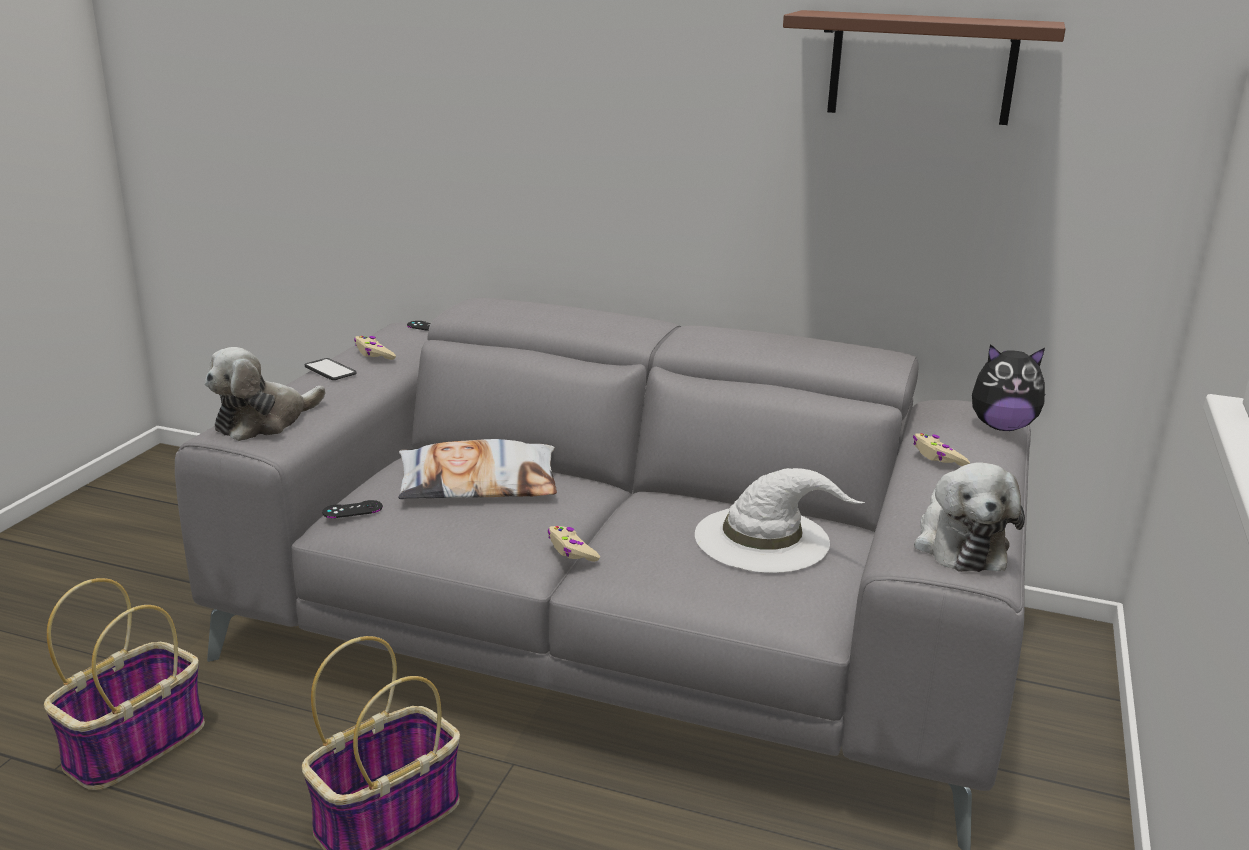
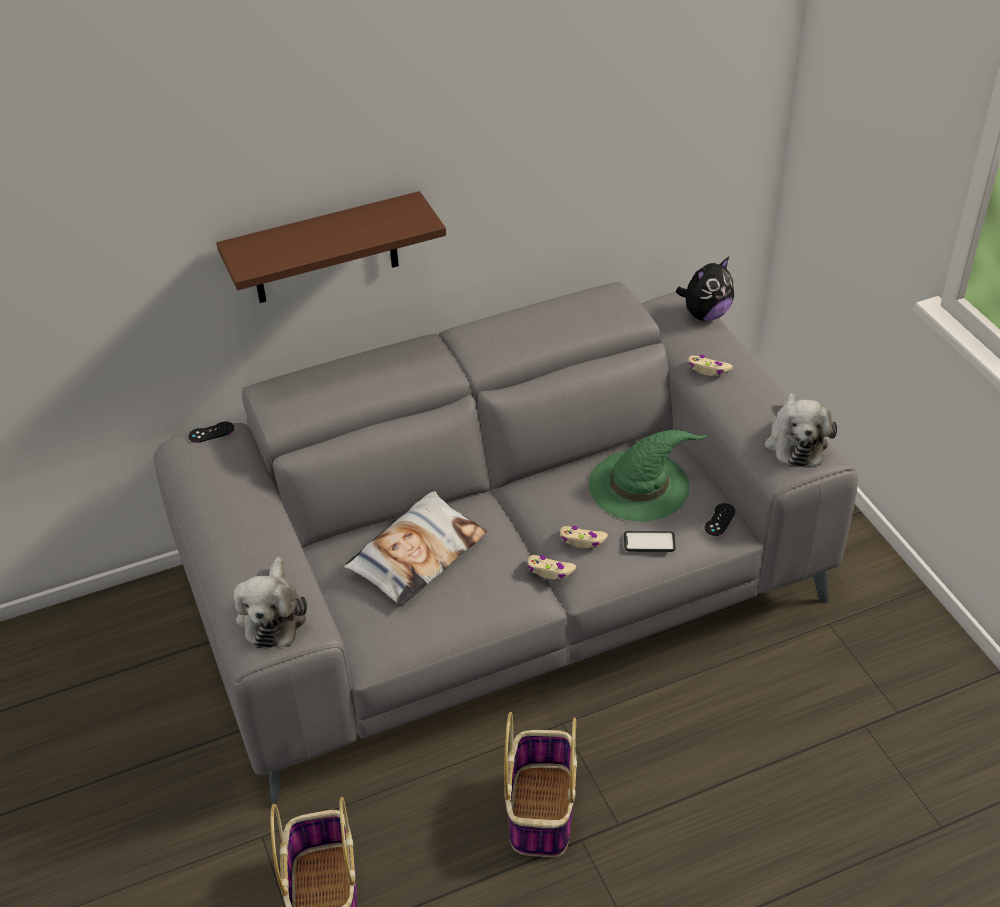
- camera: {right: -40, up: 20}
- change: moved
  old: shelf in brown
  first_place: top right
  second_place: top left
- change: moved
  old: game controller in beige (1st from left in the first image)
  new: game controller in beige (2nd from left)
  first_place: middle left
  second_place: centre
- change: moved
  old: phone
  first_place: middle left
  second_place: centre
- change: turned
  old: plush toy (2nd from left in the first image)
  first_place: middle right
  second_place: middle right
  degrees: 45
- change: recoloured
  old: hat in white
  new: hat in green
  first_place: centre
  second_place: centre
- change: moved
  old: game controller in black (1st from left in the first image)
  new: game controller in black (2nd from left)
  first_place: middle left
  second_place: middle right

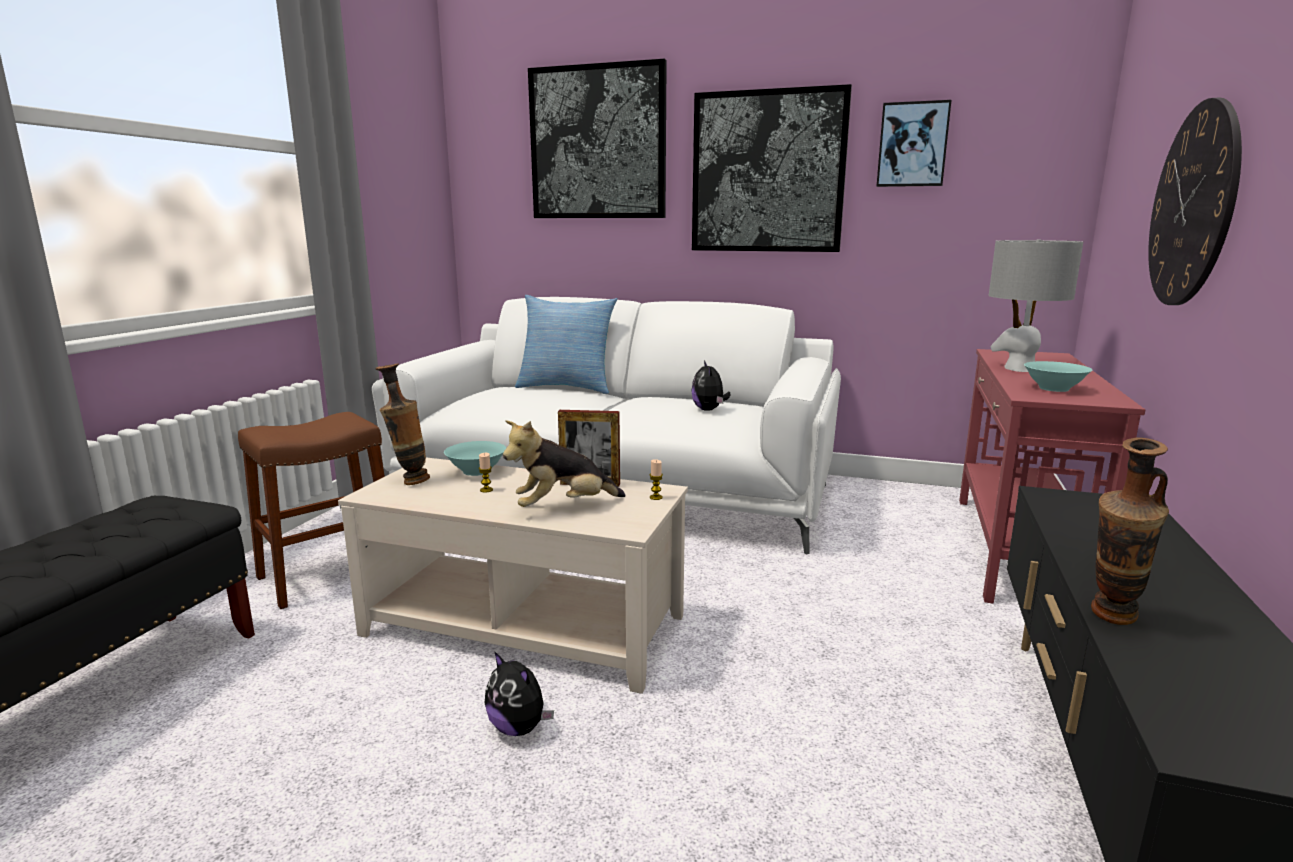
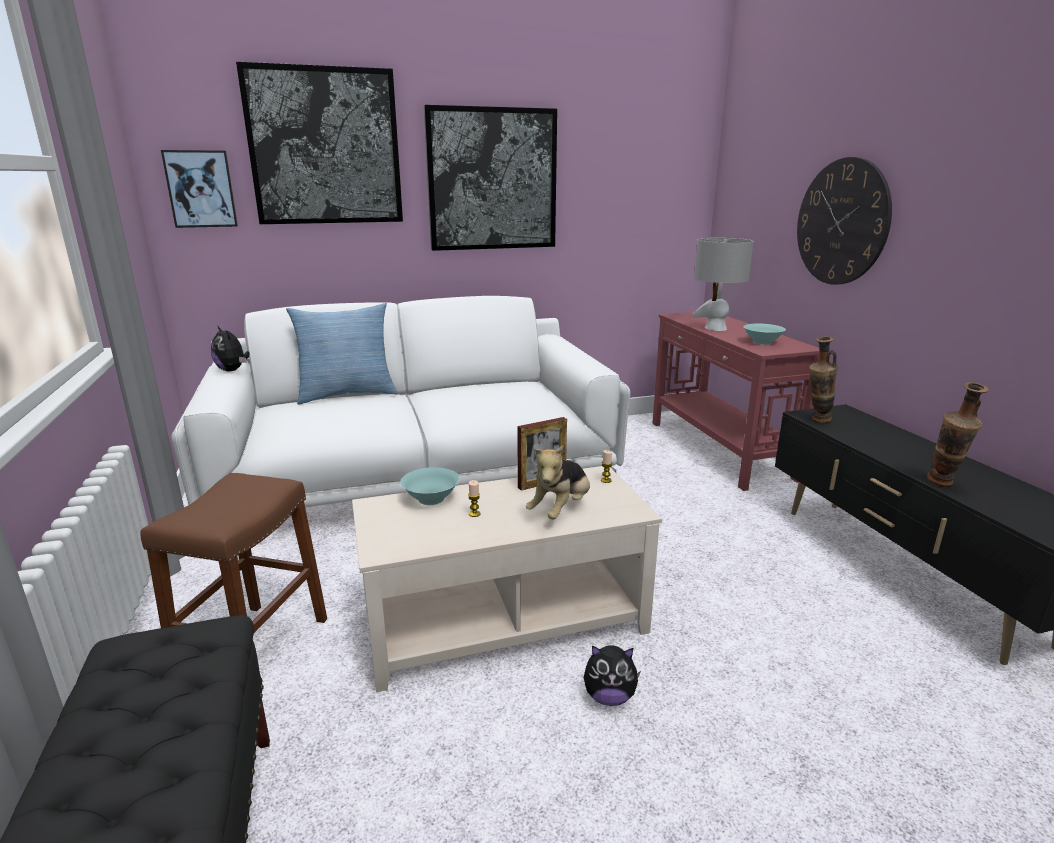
- camera: {right: -35, up: 5}
- change: moved
  old: picture (3rd from left in the first image)
  new: picture (1st from left)
  first_place: top right
  second_place: top left
- change: moved
  old: plush toy (3rd from left in the first image)
  new: plush toy (1st from left)
  first_place: centre
  second_place: middle left
- change: moved
  old: vase (1st from left)
  first_place: middle left
  second_place: middle right

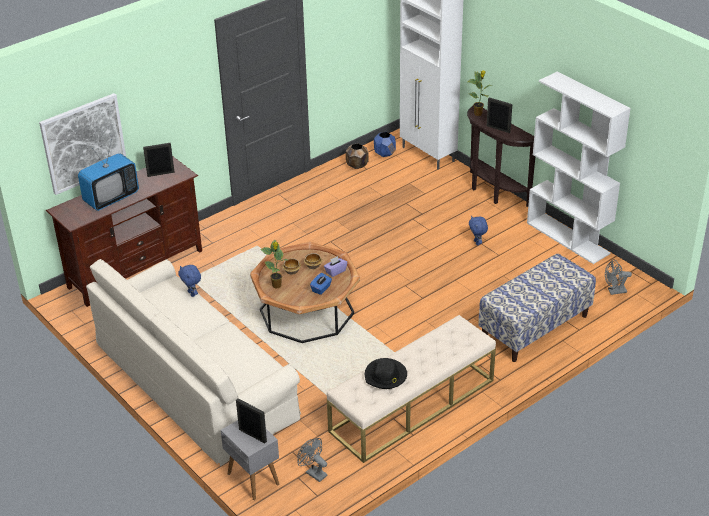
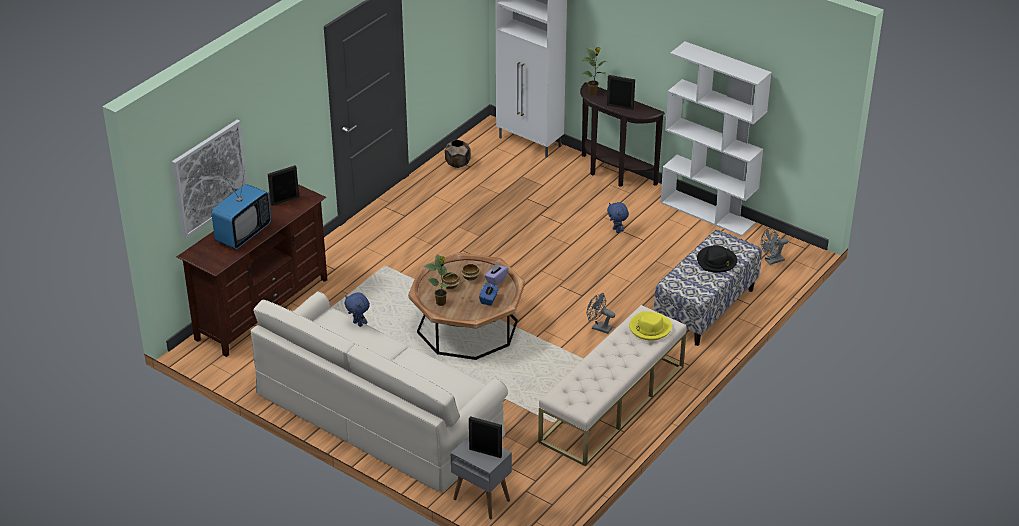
- camera: {right: -15, up: 0}
- change: removed
  old: planter in blue
  first_place: top centre
- change: moved
  old: hat in black
  first_place: bottom centre
  second_place: middle right
- change: moved
  old: fan in grey (1st from left)
  first_place: bottom centre
  second_place: centre
- change: added
  new: hat in yellow
  second_place: centre

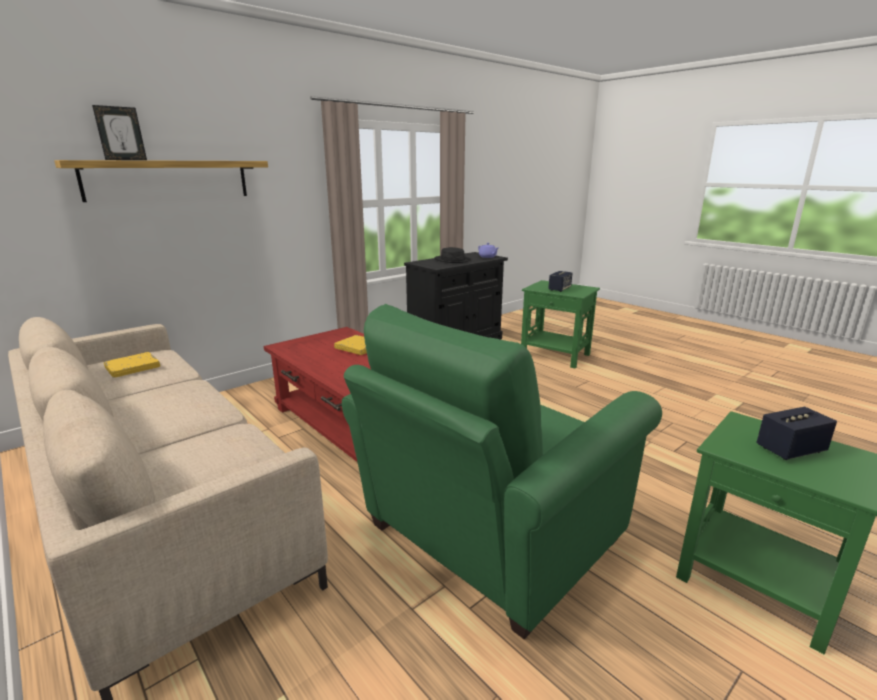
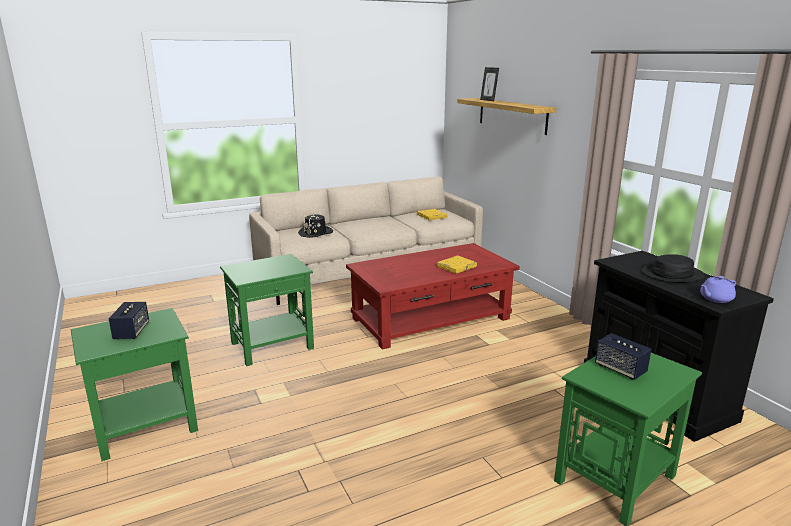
- camera: {right: 105, up: 0}
- change: replaced
  old: armchair in green
  new: side table in green (2nd from left)
  first_place: bottom centre
  second_place: centre
- change: added
  new: hat in black (1st from left)
  second_place: centre

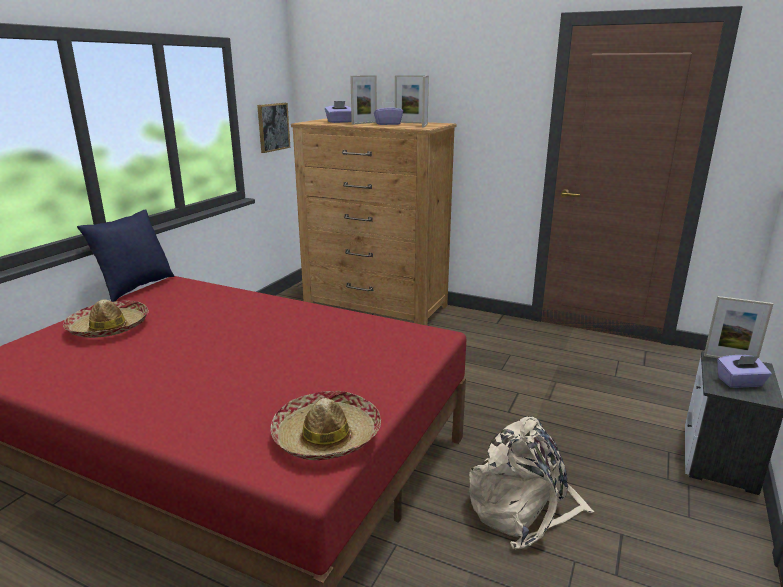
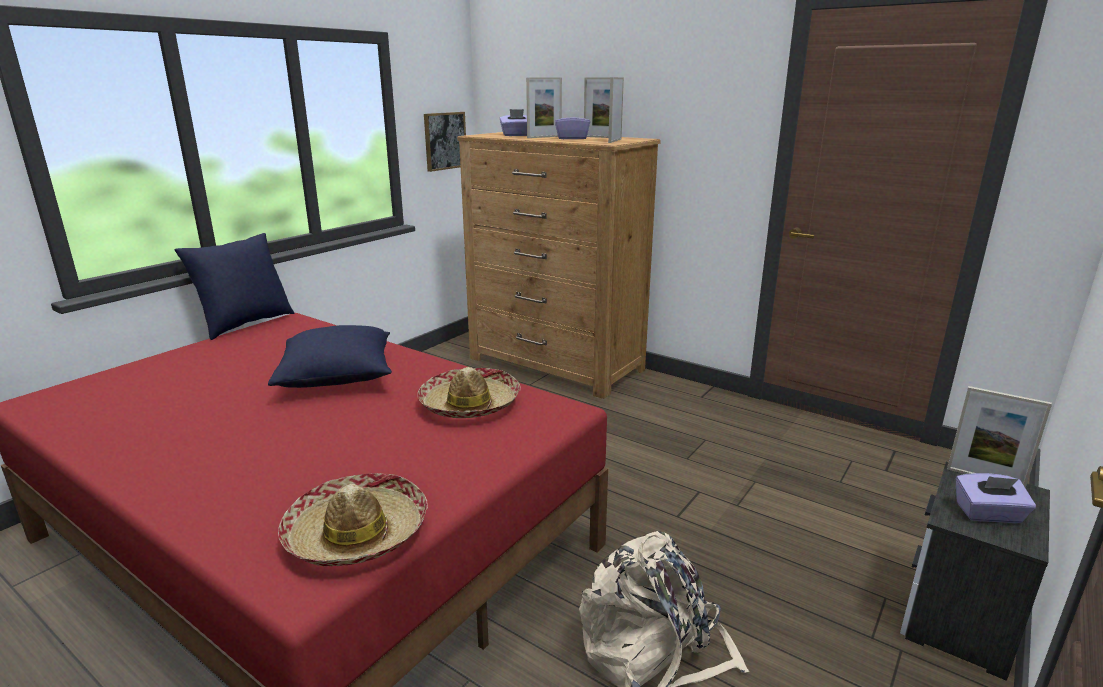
- camera: {right: 10, up: 0}
- change: moved
  old: hat (1st from left in the first image)
  new: hat (2nd from left)
  first_place: middle left
  second_place: centre
- change: added
  new: pillow in blue (2nd from left)
  second_place: middle left

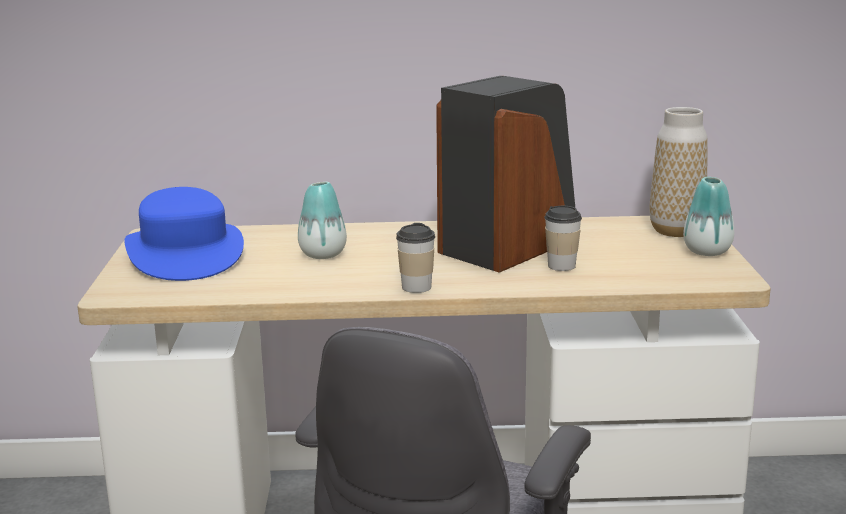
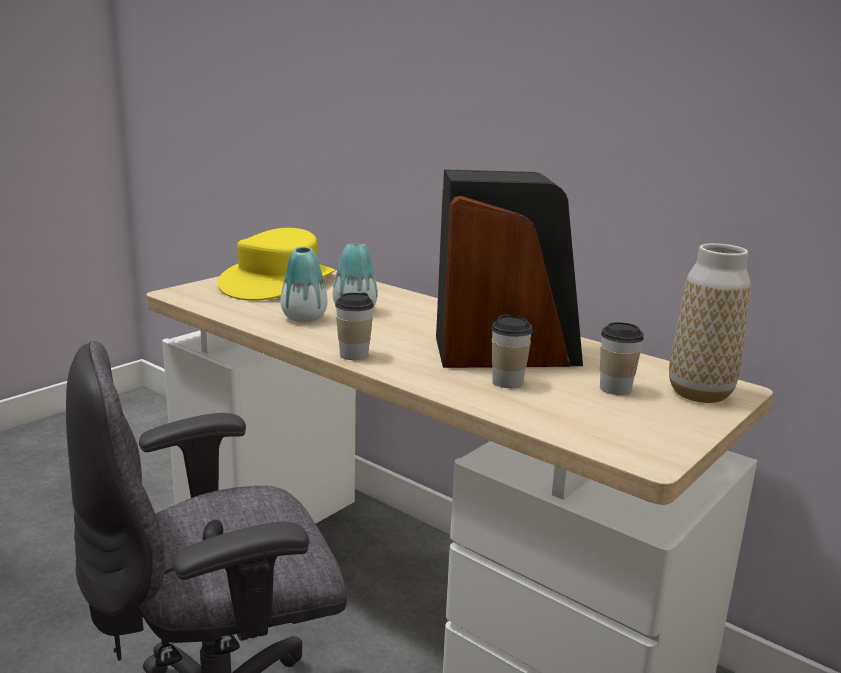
- camera: {right: 40, up: 0}
- change: moved
  old: vase (3rd from left in the first image)
  new: vase (1st from left)
  first_place: middle right
  second_place: centre
- change: recoloured
  old: hat in blue
  new: hat in yellow
  first_place: middle left
  second_place: middle left
- change: added
  new: cup (3rd from left)
  second_place: middle right

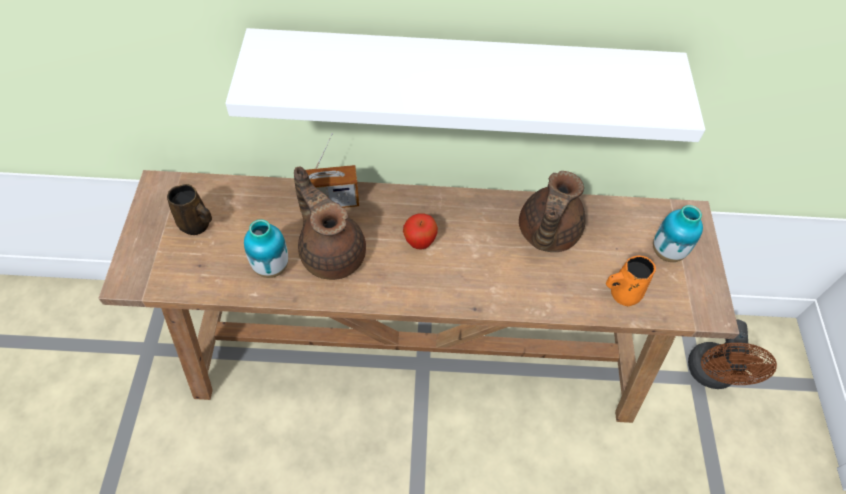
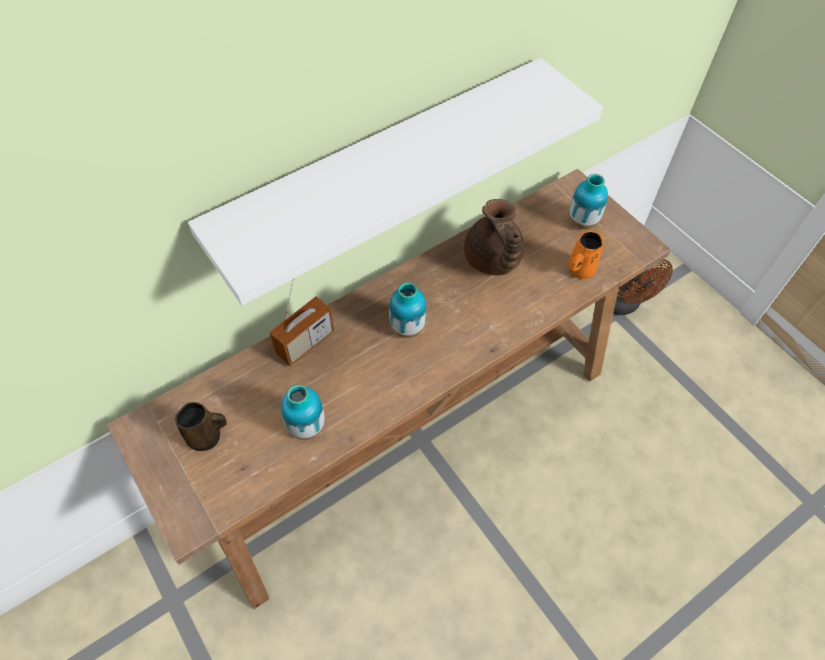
- camera: {right: -35, up: 0}
- change: removed
  old: teapot in brown (1st from left)
  first_place: centre
- change: replaced
  old: apple
  new: vase (2nd from left)
  first_place: centre
  second_place: centre

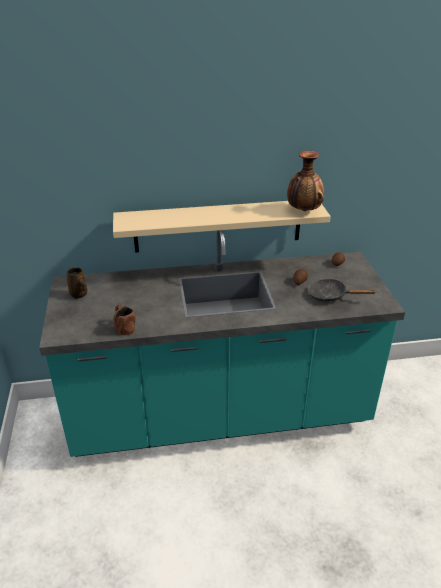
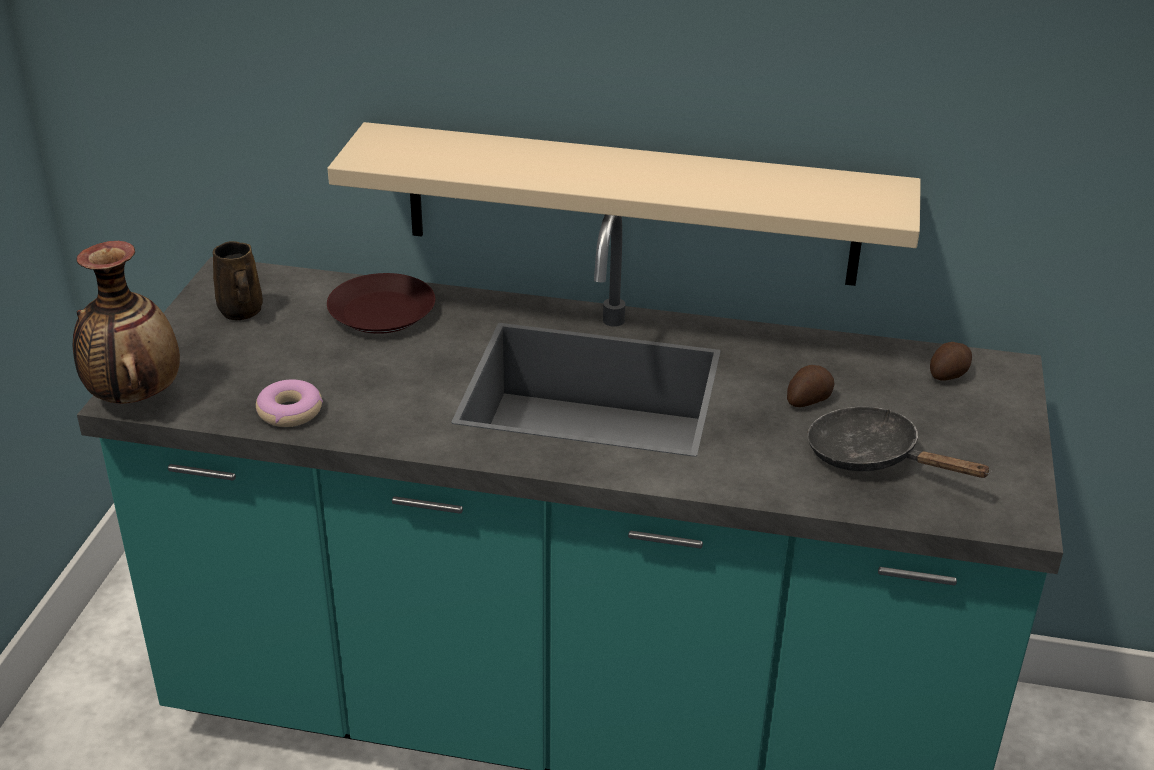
- camera: {right: 20, up: 0}
- change: moved
  old: vase
  first_place: top right
  second_place: middle left
- change: replaced
  old: mug in brown (2nd from left)
  new: donut
  first_place: middle left
  second_place: middle left
- change: added
  new: plate in brown
  second_place: middle left

